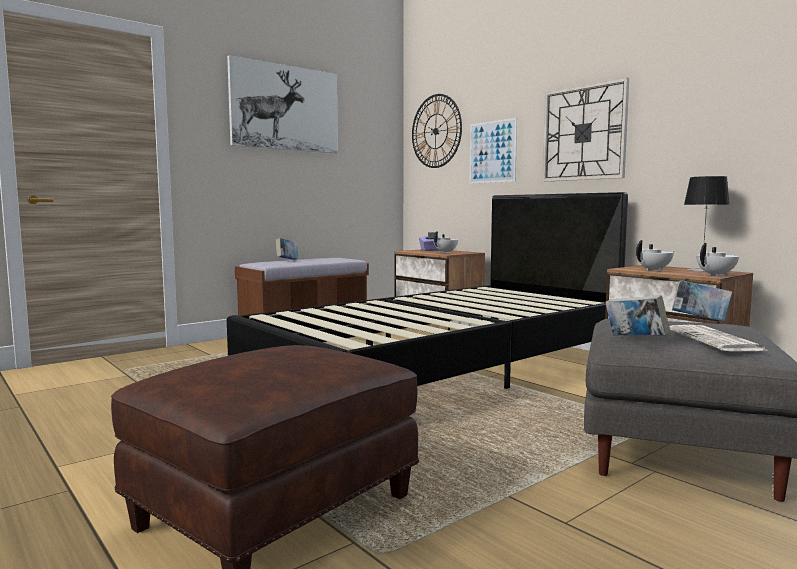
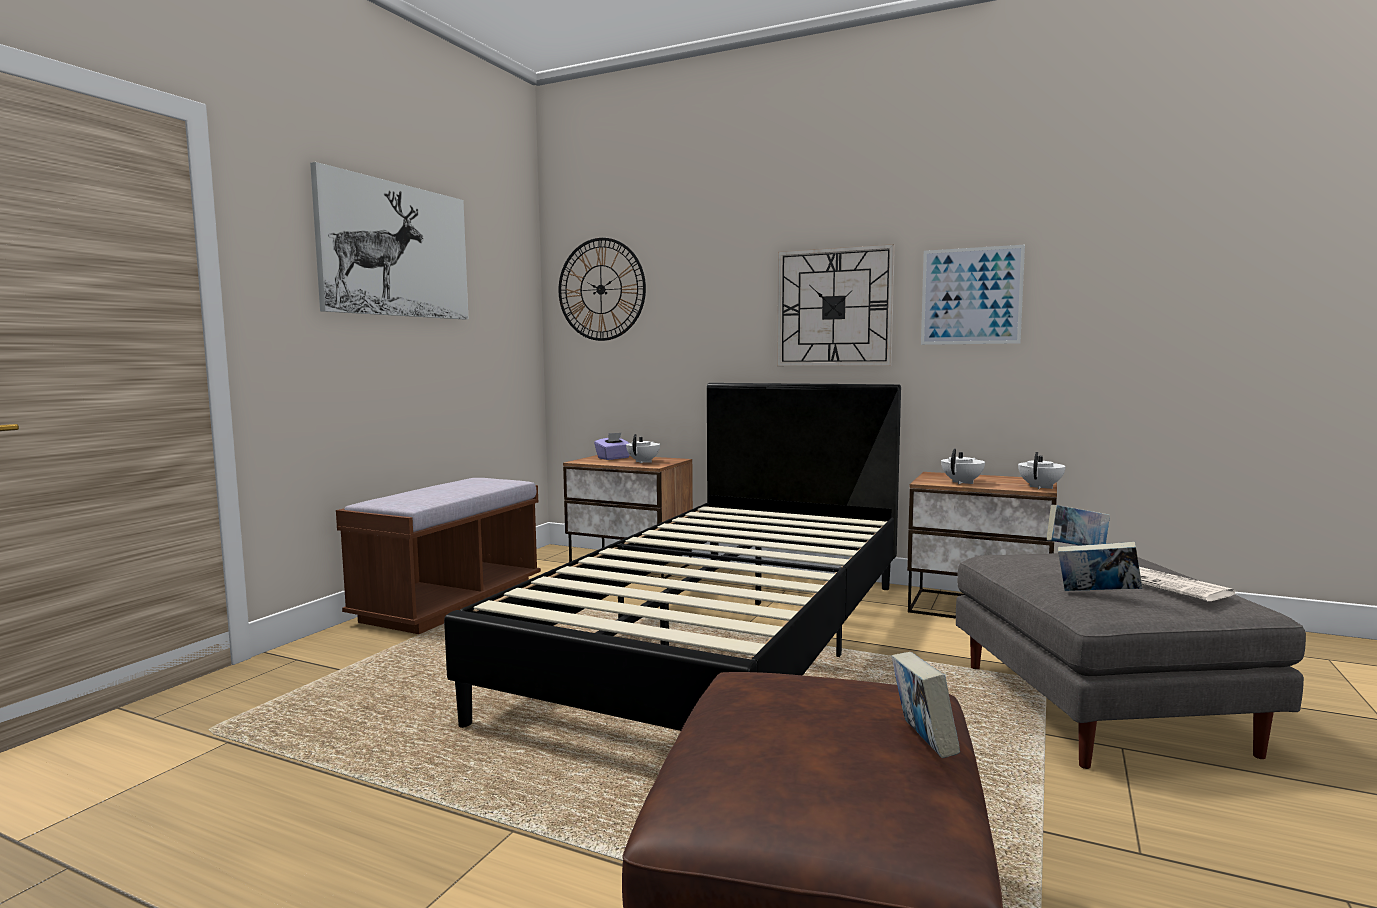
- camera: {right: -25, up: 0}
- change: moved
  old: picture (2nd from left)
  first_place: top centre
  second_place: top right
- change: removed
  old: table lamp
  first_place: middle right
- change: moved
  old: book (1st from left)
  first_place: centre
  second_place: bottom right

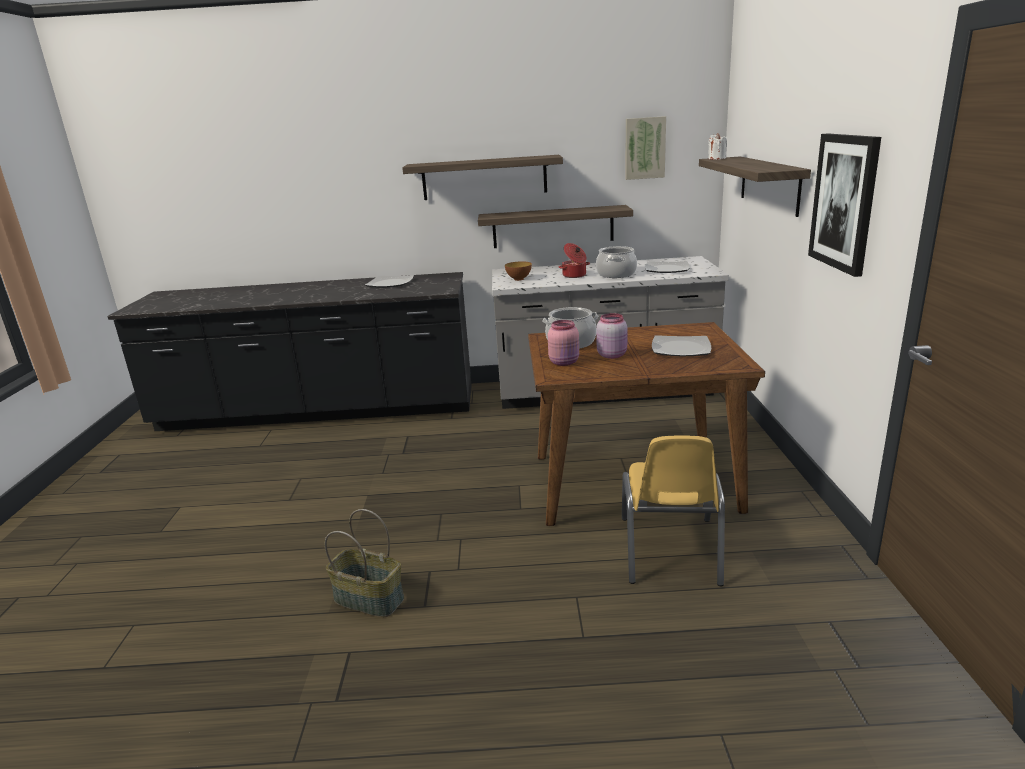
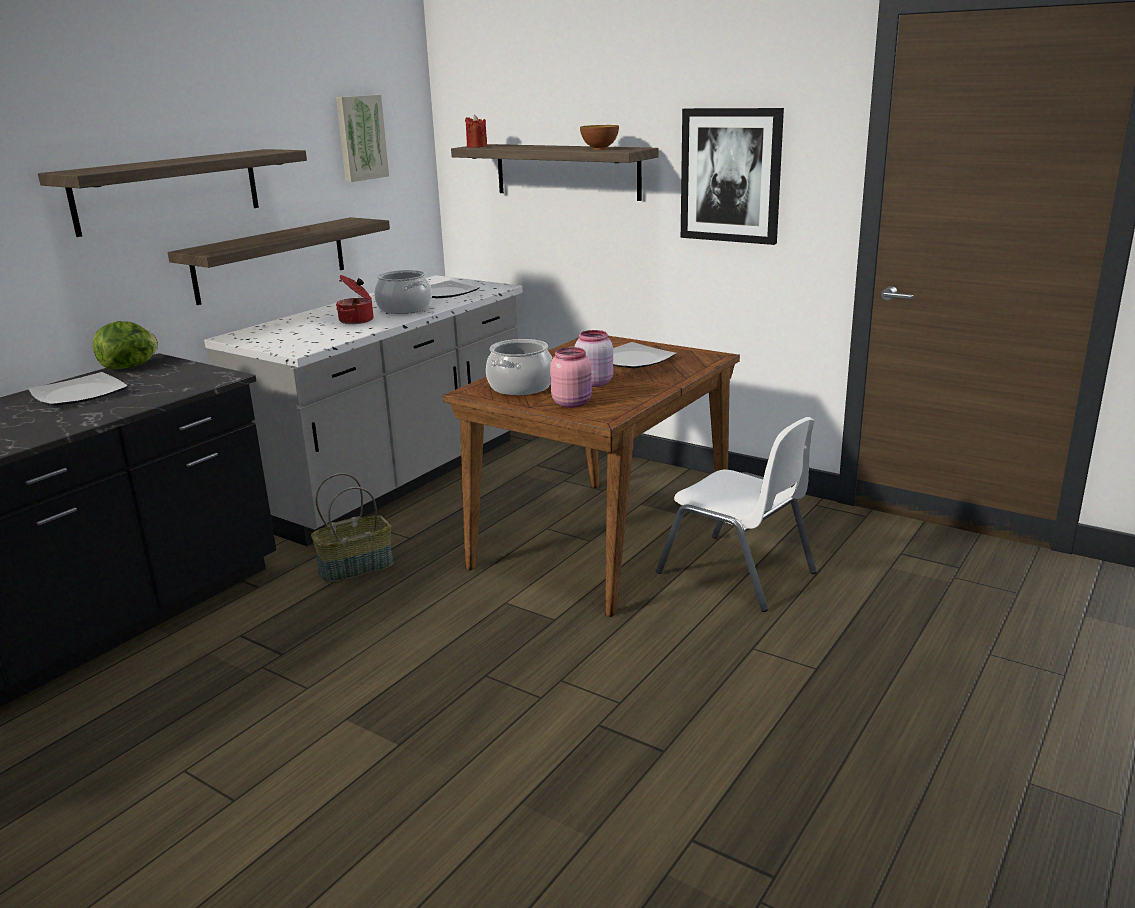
- camera: {right: -55, up: 0}
- change: recoloured
  old: candle in white
  new: candle in red
  first_place: top right
  second_place: top centre
- change: moved
  old: bowl
  first_place: centre
  second_place: top centre
- change: recoloured
  old: chair in yellow
  new: chair in white
  first_place: centre
  second_place: centre
- change: moved
  old: basket
  first_place: bottom centre
  second_place: middle left
- change: added
  new: lettuce
  second_place: middle left

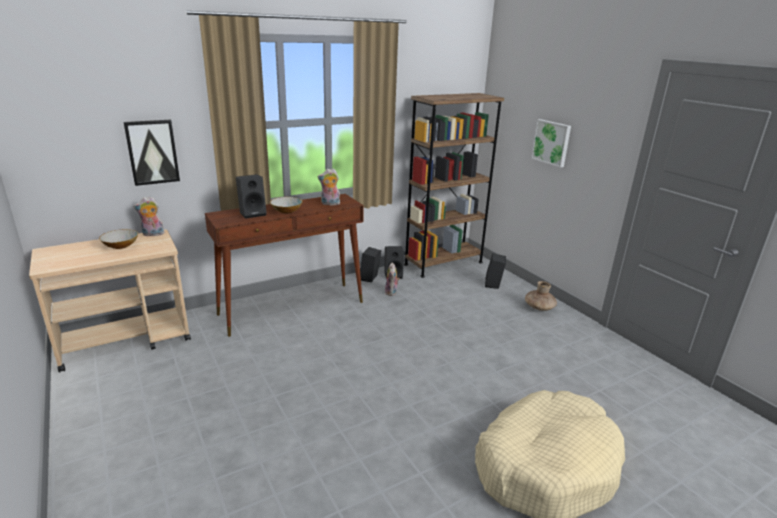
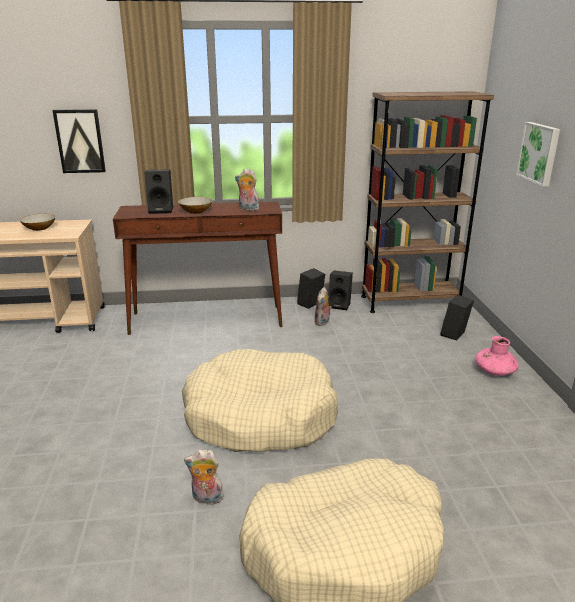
- camera: {right: 25, up: 0}
- change: moved
  old: plush toy (1st from left)
  first_place: middle left
  second_place: bottom centre
- change: recoloured
  old: vase in brown
  new: vase in pink
  first_place: middle right
  second_place: middle right
- change: added
  new: dog bed in beige (1st from left)
  second_place: centre

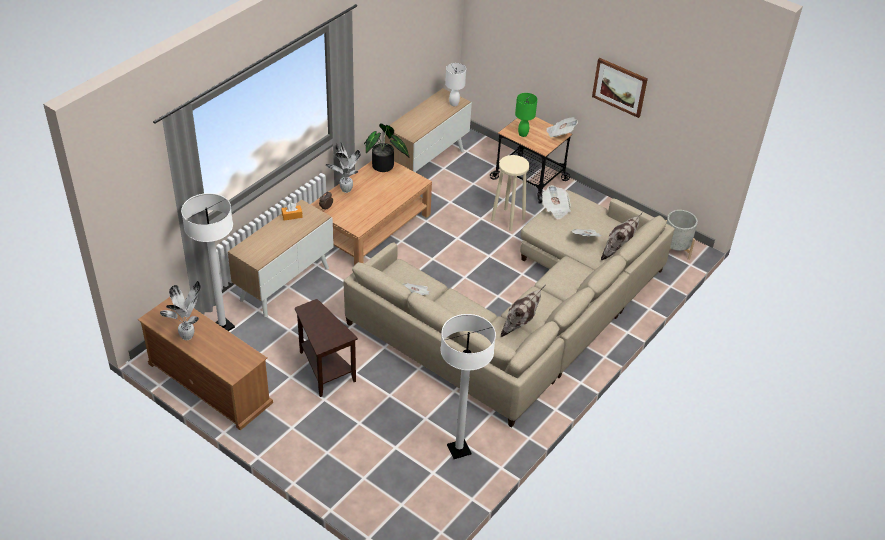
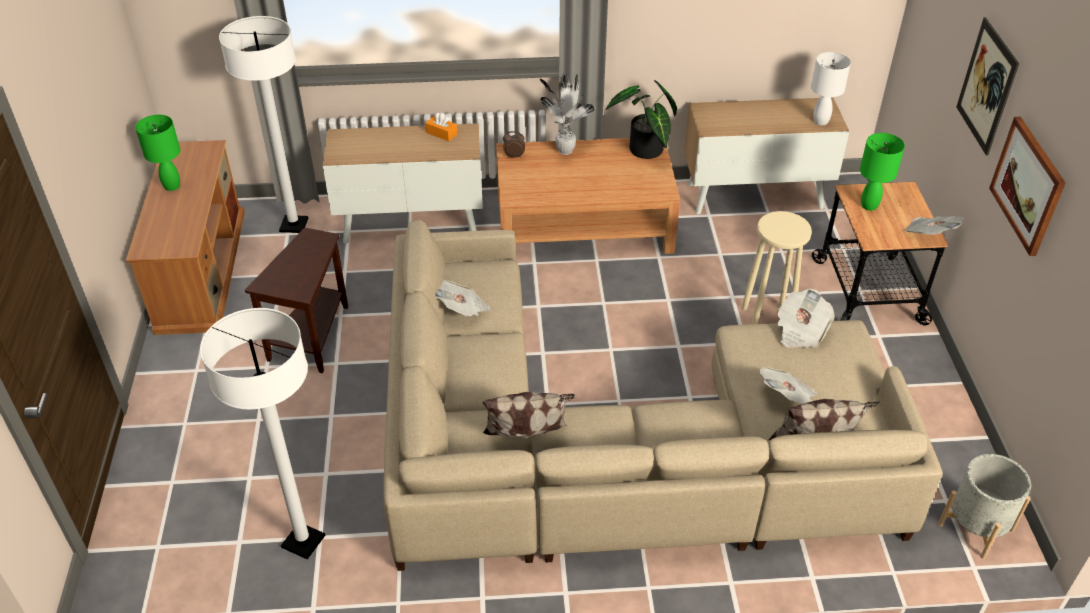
- camera: {right: 50, up: 0}
- change: replaced
  old: potted plant (1st from left)
  new: table lamp in green (1st from left)
  first_place: middle left
  second_place: top left
- change: added
  new: picture (1st from left)
  second_place: top right

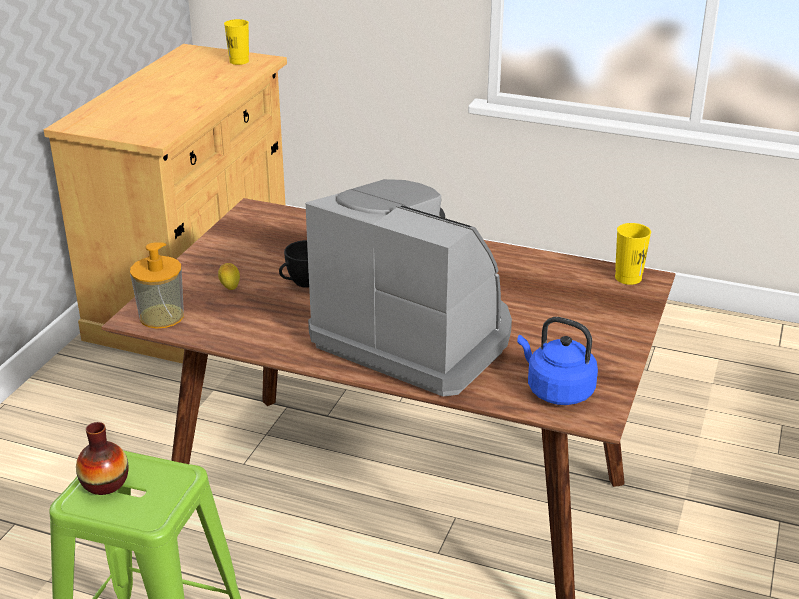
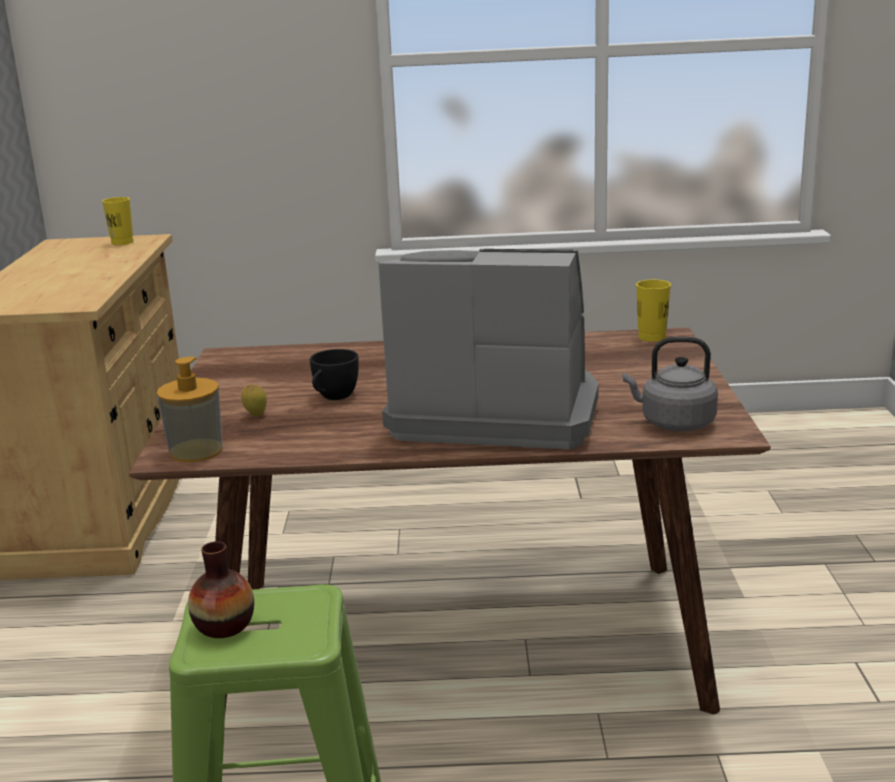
- camera: {right: -20, up: -10}
- change: recoloured
  old: kettle in blue
  new: kettle in grey
  first_place: middle right
  second_place: middle right

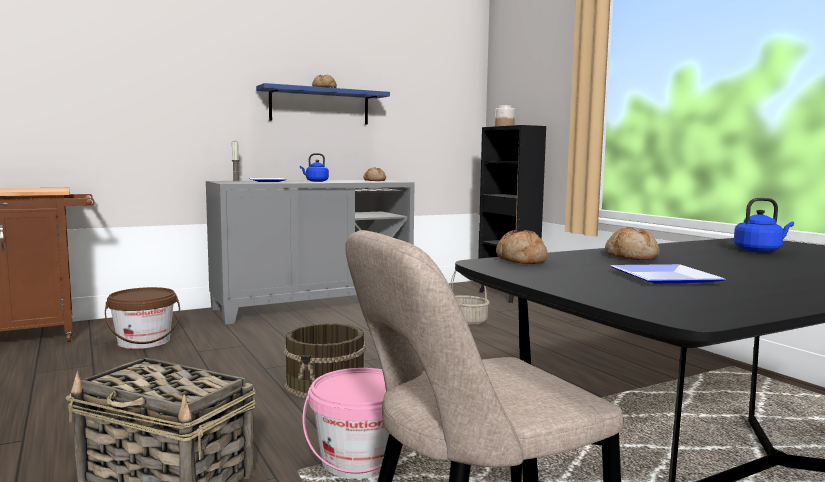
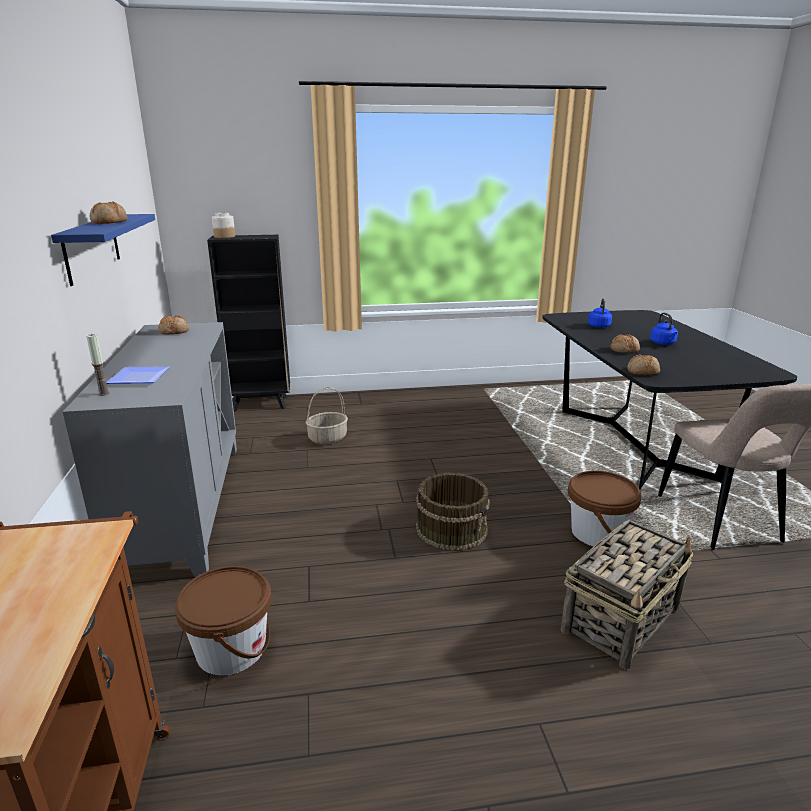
- camera: {right: -70, up: 15}
- change: moved
  old: kettle in blue (1st from left in the first image)
  new: kettle in blue (2nd from left)
  first_place: centre
  second_place: middle right
- change: removed
  old: plate (2nd from left)
  first_place: middle right
- change: recoloured
  old: bucket in pink
  new: bucket in brown (3rd from left)
  first_place: bottom centre
  second_place: middle right

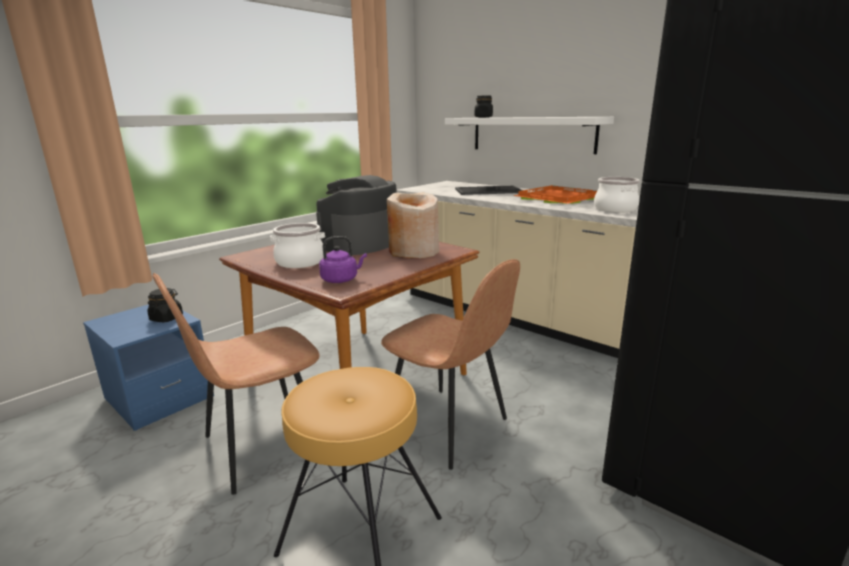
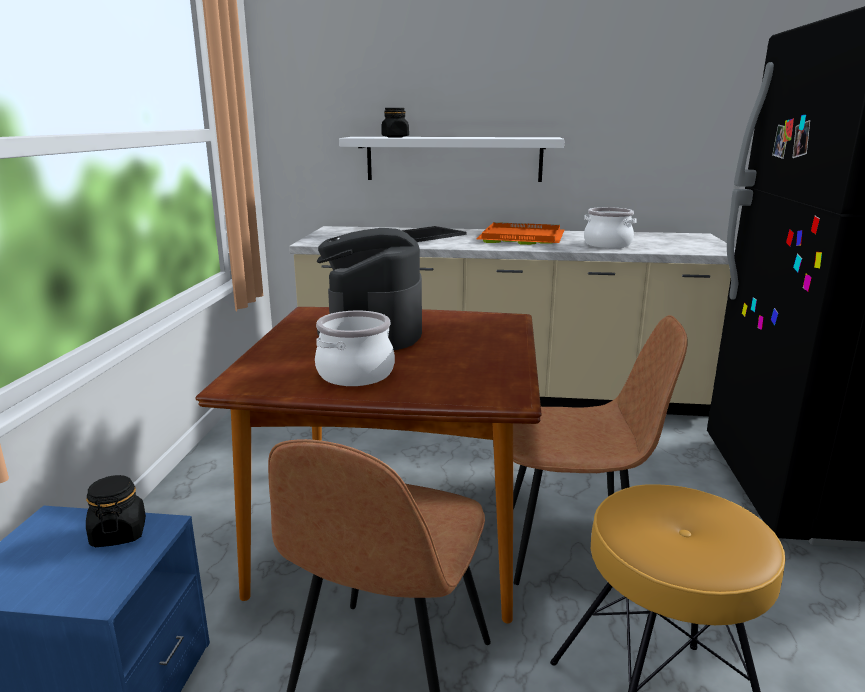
- camera: {right: -35, up: 0}
- change: removed
  old: vase in beige
  first_place: centre
- change: removed
  old: kettle in purple
  first_place: centre

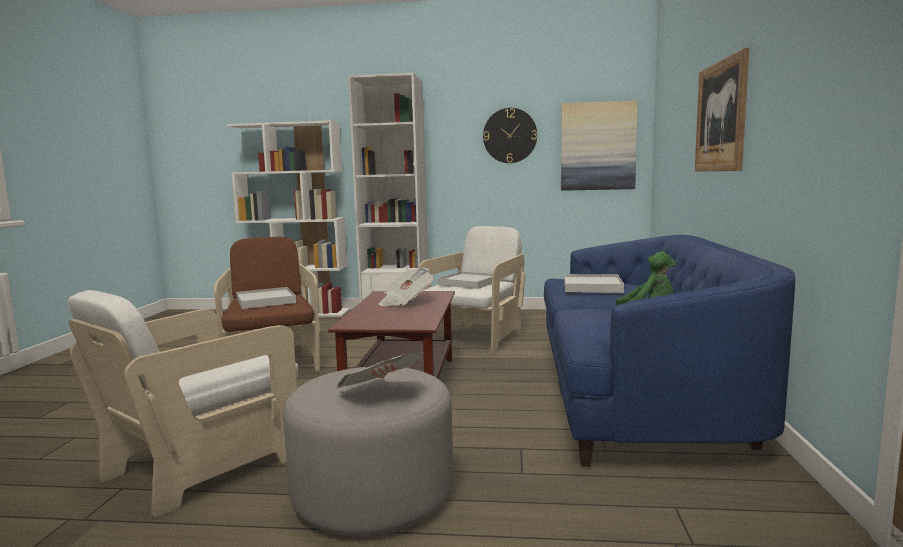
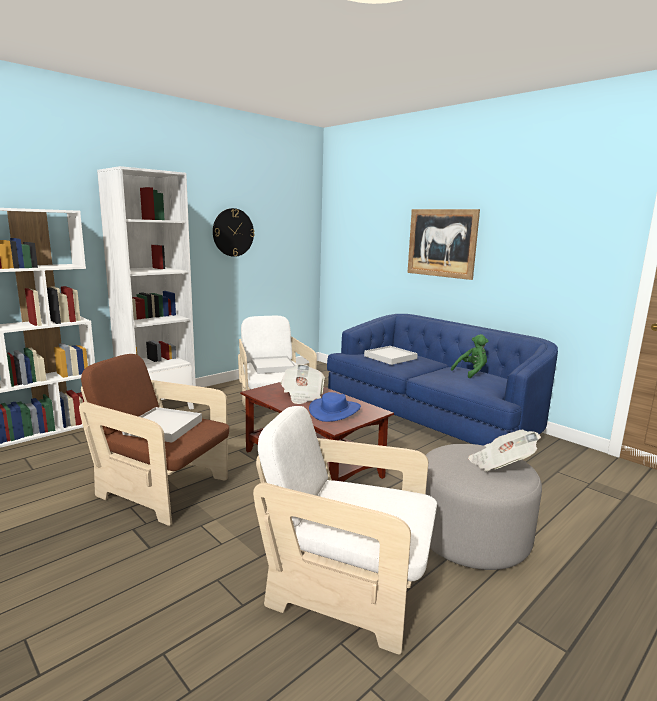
- camera: {right: -50, up: 5}
- change: removed
  old: picture (1st from left)
  first_place: top centre
- change: turned
  old: armchair in white (1st from left in the first image)
  first_place: bottom left
  second_place: bottom centre
  degrees: 120
- change: added
  new: hat in blue
  second_place: centre

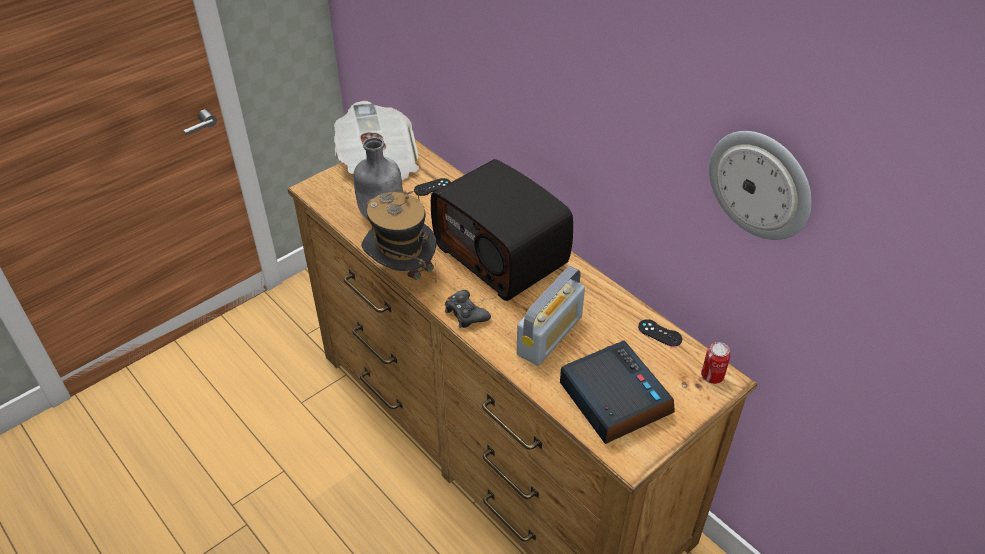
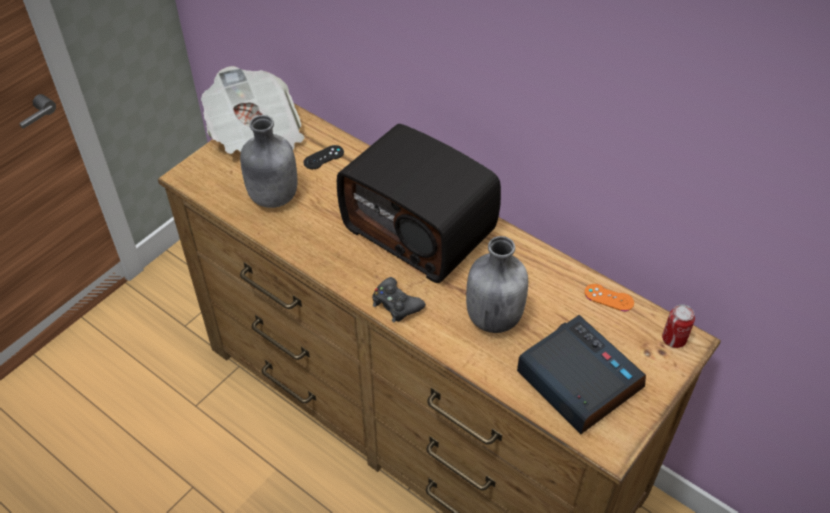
- camera: {right: -10, up: 5}
- change: removed
  old: wall clock
  first_place: middle right
- change: removed
  old: hat
  first_place: centre
- change: replaced
  old: radio (2nd from left)
  new: bottle in grey (2nd from left)
  first_place: centre
  second_place: centre
- change: recoloured
  old: game controller in black (3rd from left)
  new: game controller in orange
  first_place: middle right
  second_place: middle right

